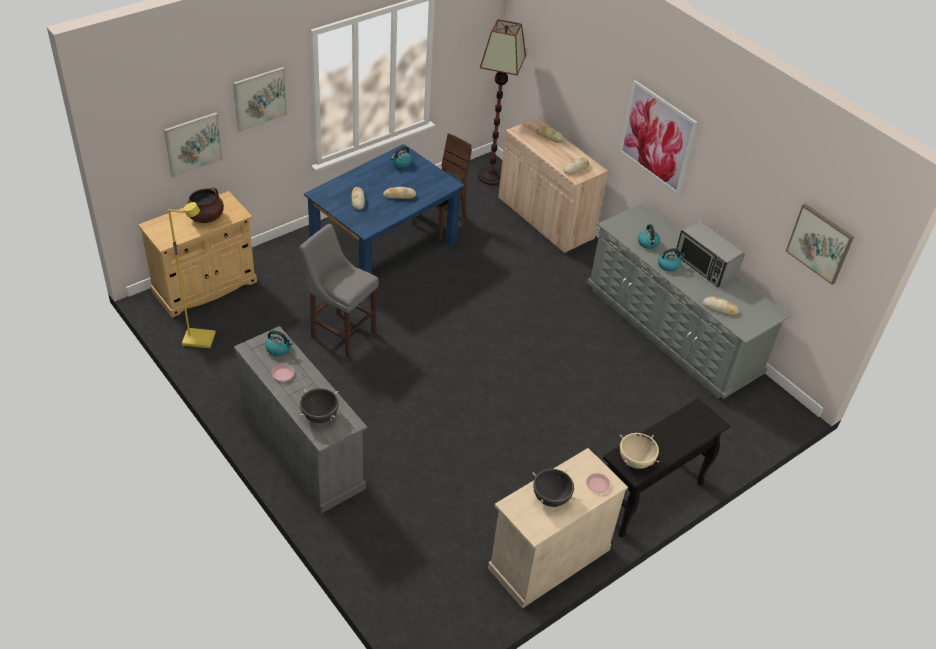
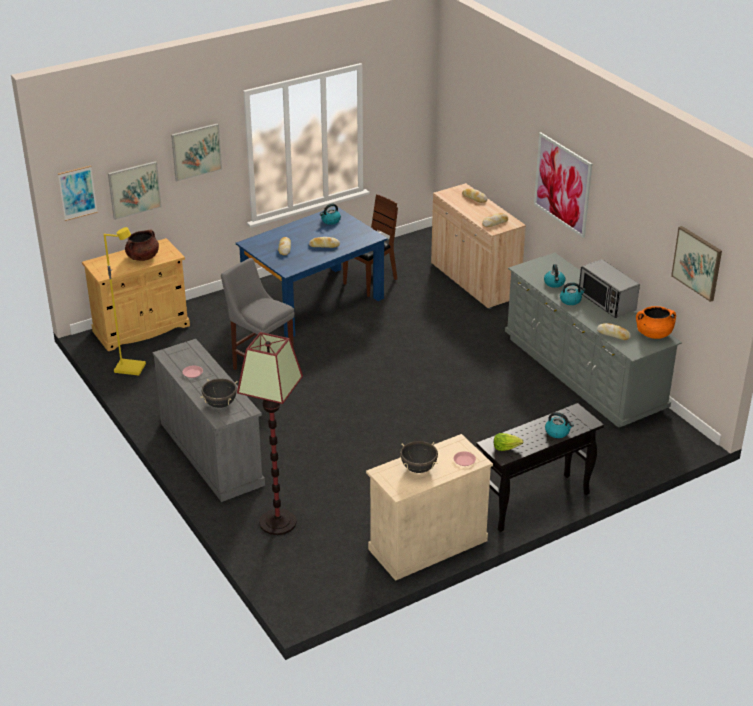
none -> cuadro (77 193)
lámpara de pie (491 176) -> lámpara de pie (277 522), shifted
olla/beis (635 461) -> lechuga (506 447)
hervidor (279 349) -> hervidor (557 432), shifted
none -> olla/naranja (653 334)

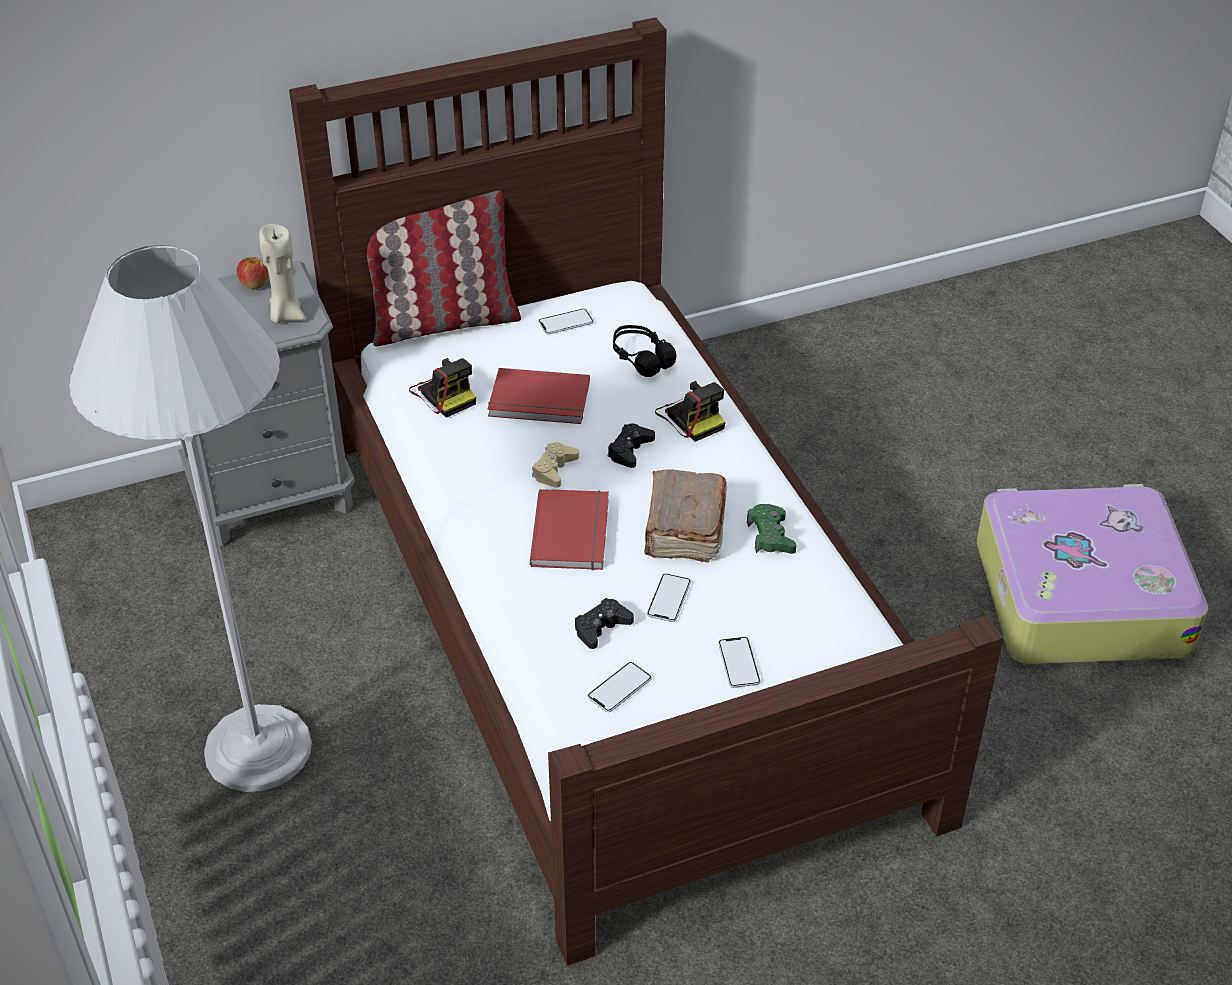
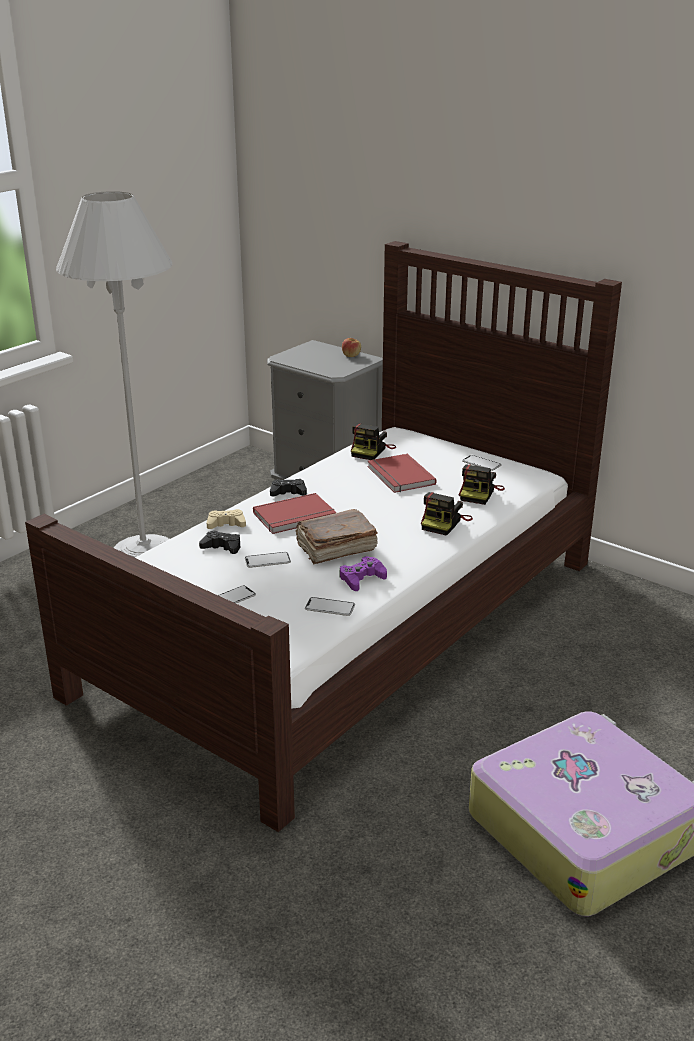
mando de consola/beis (554 469) -> mando de consola/beis (226 524), shifted
mando de consola/negro (630 450) -> mando de consola/negro (288 492), shifted
móvil (619 688) -> móvil (330 607), shifted
mando de consola/verde (770 536) -> mando de consola/morado (362 579)
auriculares/negro (641 359) -> cámara (479 493)
vela/beis (285 315) -> none
cojín (443 322) -> none

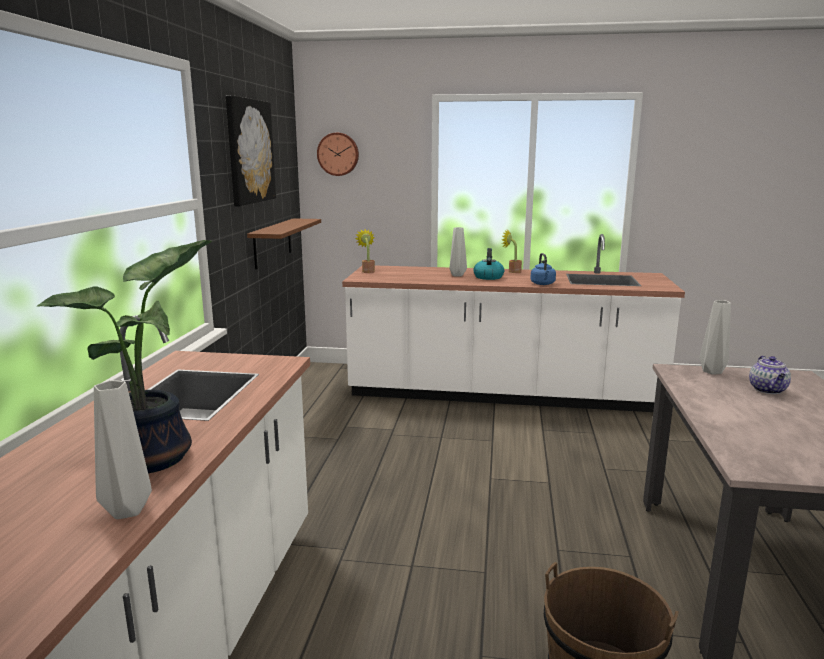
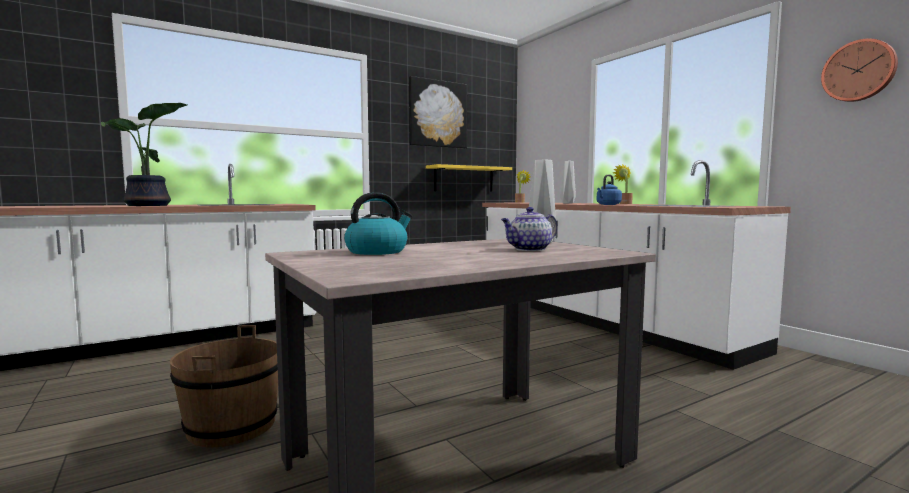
hervidor (488 277) -> hervidor (377 251), shifted
estante/marrón (272 242) -> estante/amarillo (464 179)
reloj de pared (338 154) -> reloj de pared (859 71), shifted
florero/gris (126 510) -> none

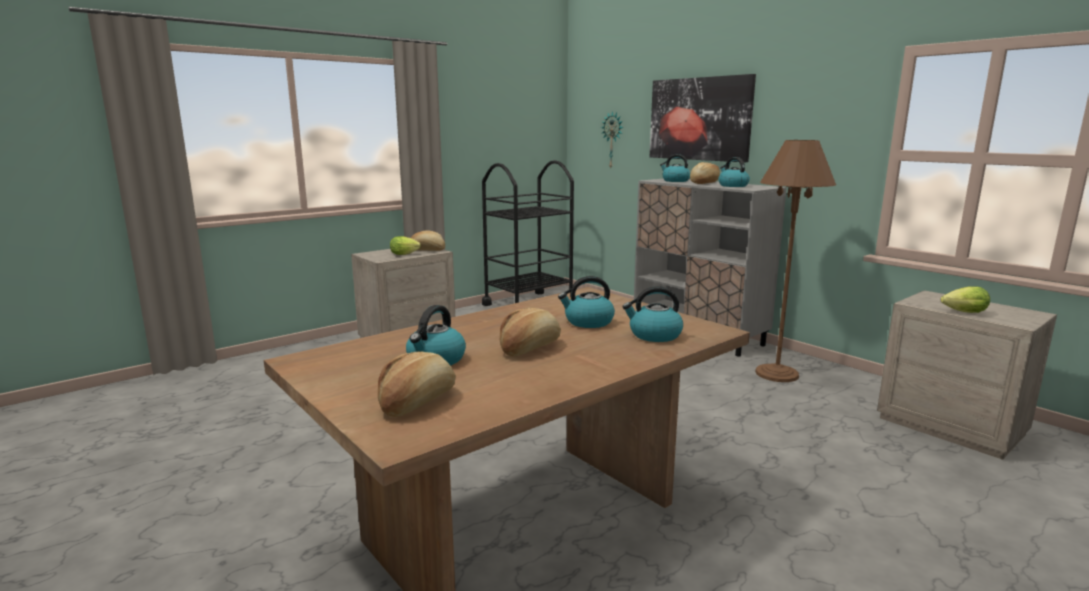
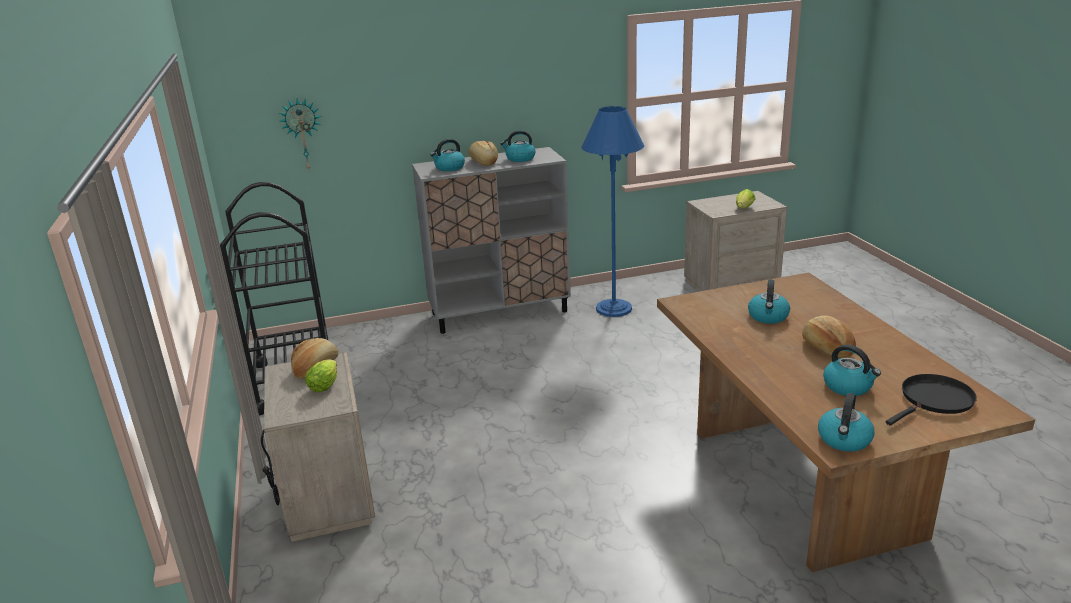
lámpara de pie/marrón (777 374) -> lámpara de pie/azul (614 308)
hervidor (654 335) -> hervidor (844 440), shifted
pan (417 402) -> sartén/negro (934 400)
cuadro (699 119) -> none

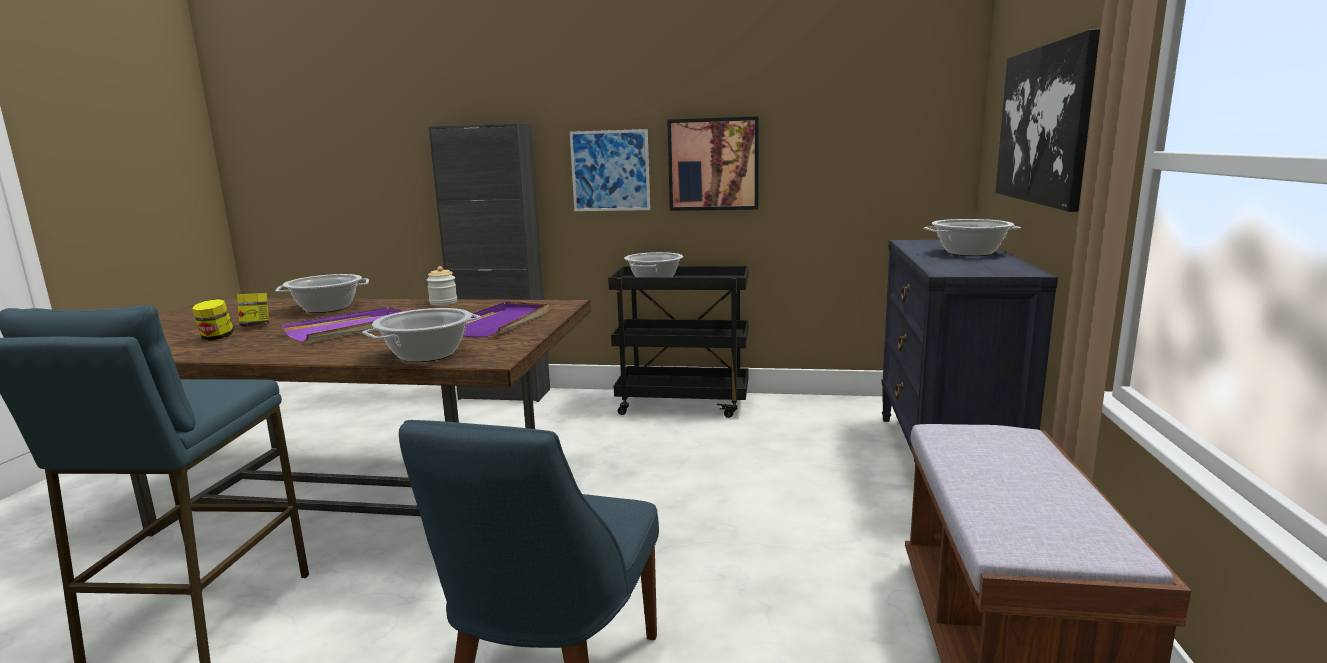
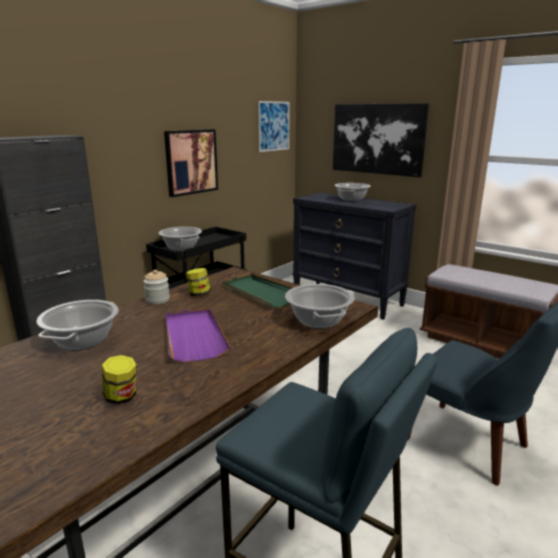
tarro (256 326) -> tarro (199 294), shifted
bandeja/morado (501 323) -> bandeja/verde (260 293)
cuadro (610 171) -> cuadro (274 126), shifted

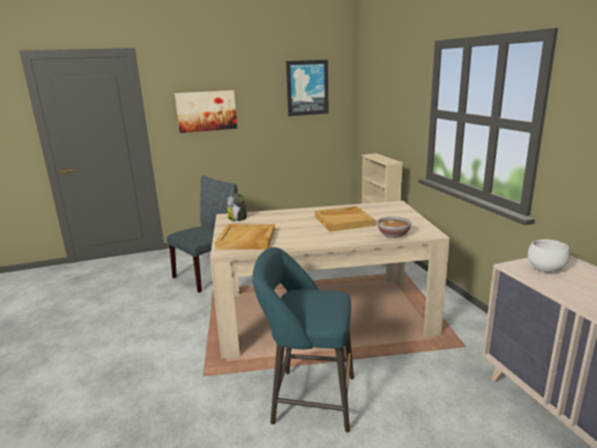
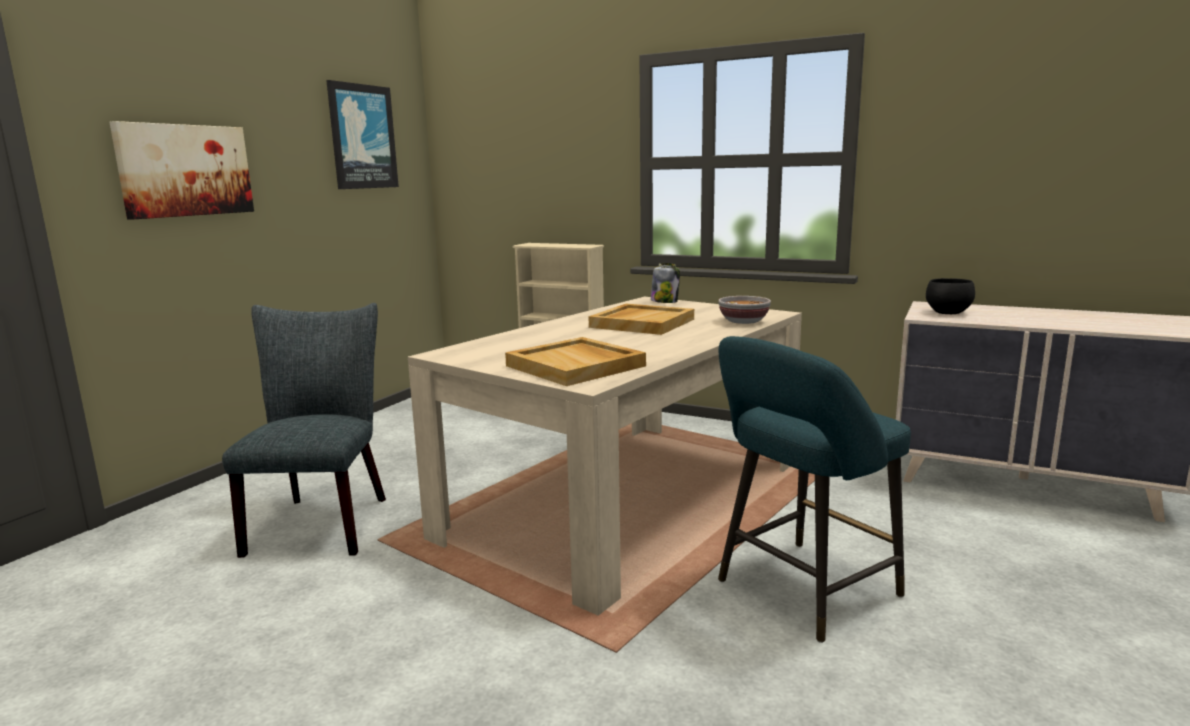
tarro (238 218) -> tarro (664 301), shifted
cuenco/blanco (544 269) -> cuenco/negro (946 313)

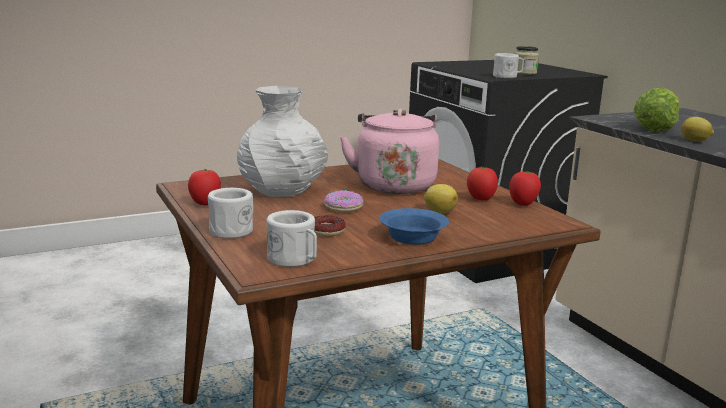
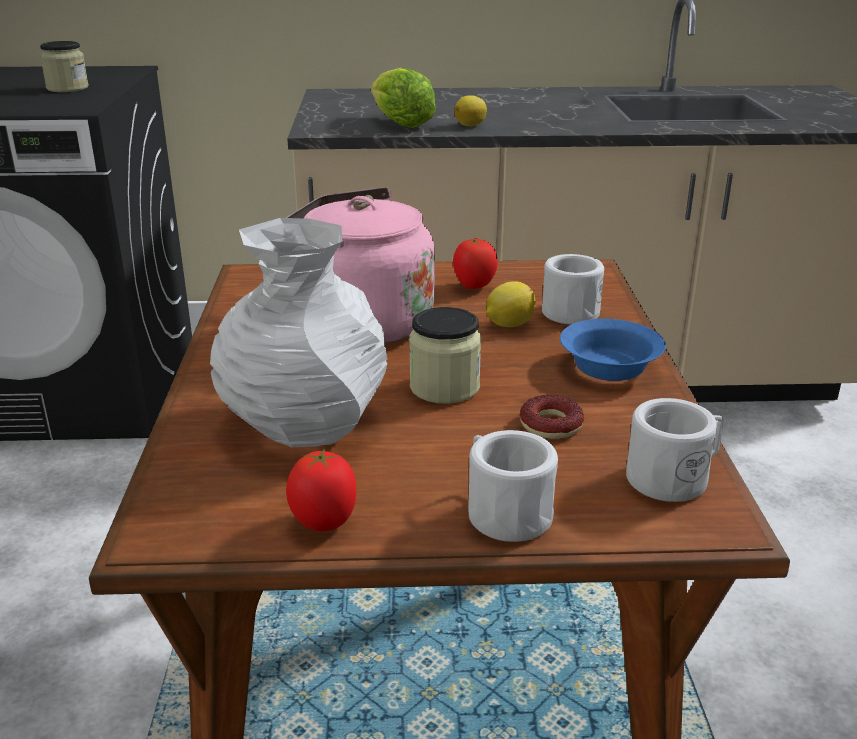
rosquilla (344 207) -> tarro (444 387)
taza grande/blanco (507 76) -> taza grande/blanco (571 310), shifted
tomate (523 204) -> none

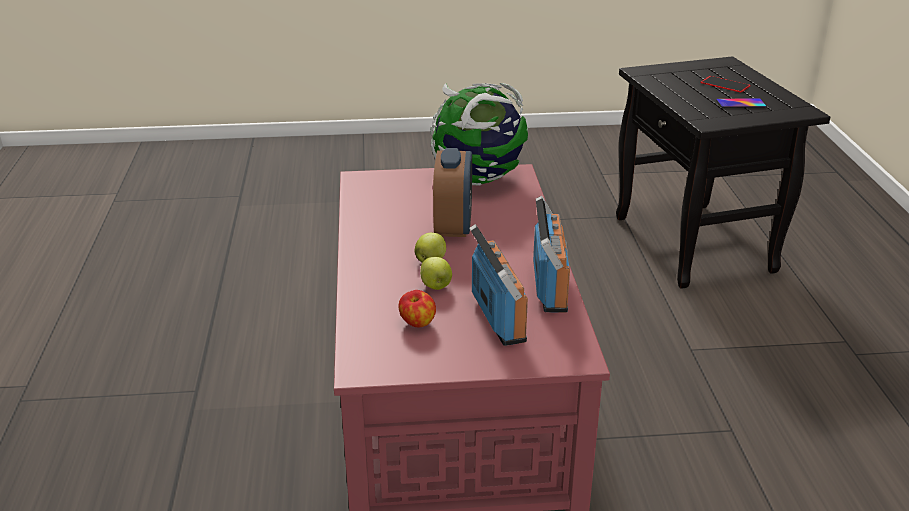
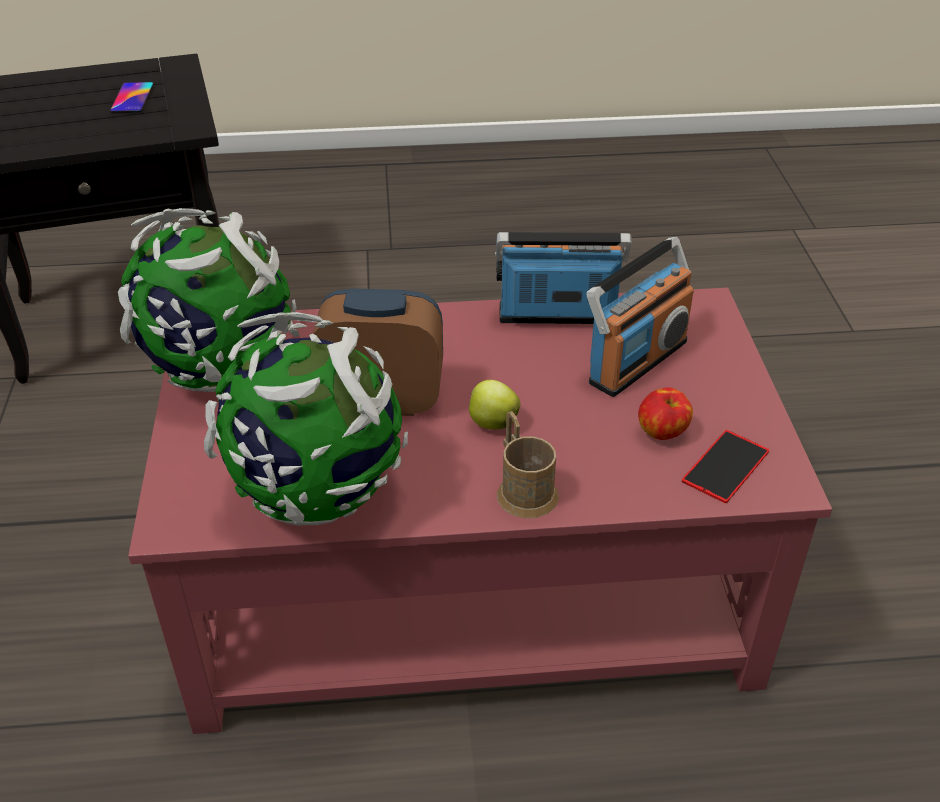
none -> globo terráqueo (315 494)
none -> taza grande/marrón (523 489)
radio (498 318) -> radio (636 361), 150 degrees clockwise
móvil (725 84) -> móvil (726 466), shifted
manzana (436 286) -> none

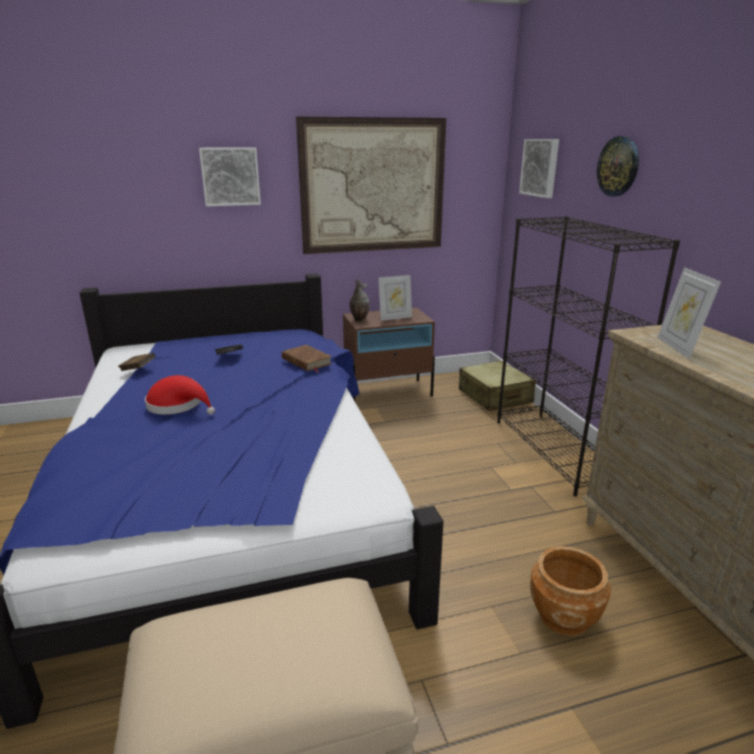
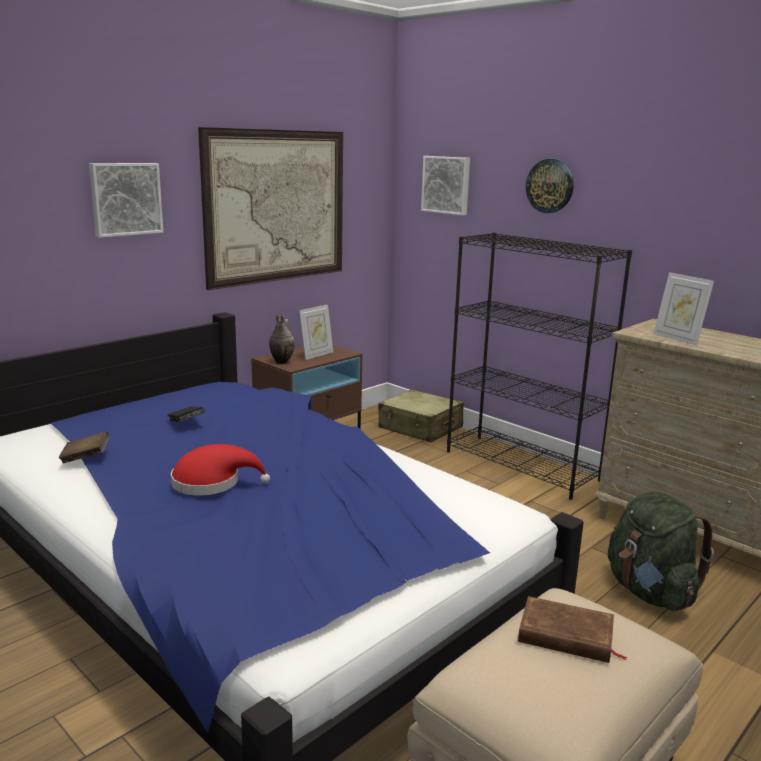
libro/marrón (306 361) -> libro/marrón (566 636), shifted
maceta/marrón (564 616) -> mochila/verde (650 592)

